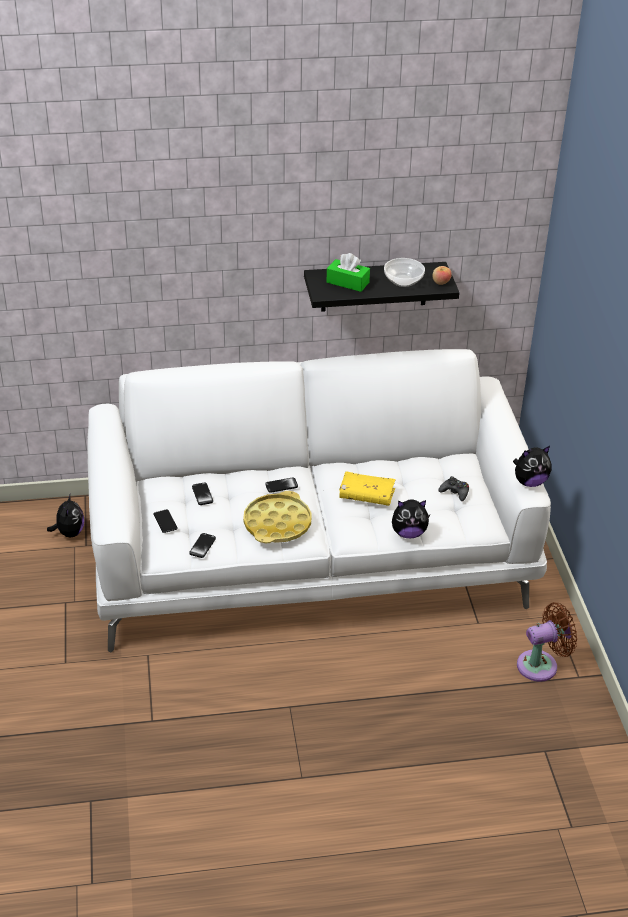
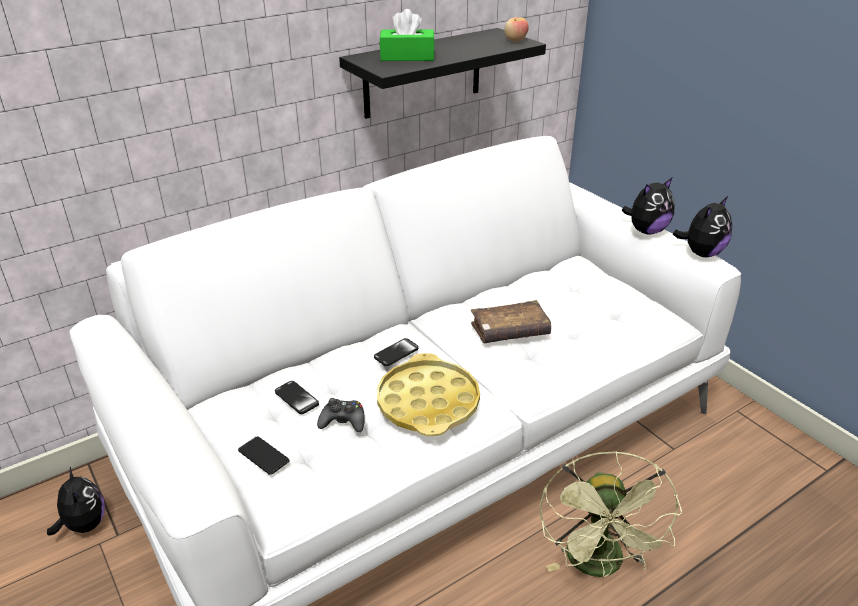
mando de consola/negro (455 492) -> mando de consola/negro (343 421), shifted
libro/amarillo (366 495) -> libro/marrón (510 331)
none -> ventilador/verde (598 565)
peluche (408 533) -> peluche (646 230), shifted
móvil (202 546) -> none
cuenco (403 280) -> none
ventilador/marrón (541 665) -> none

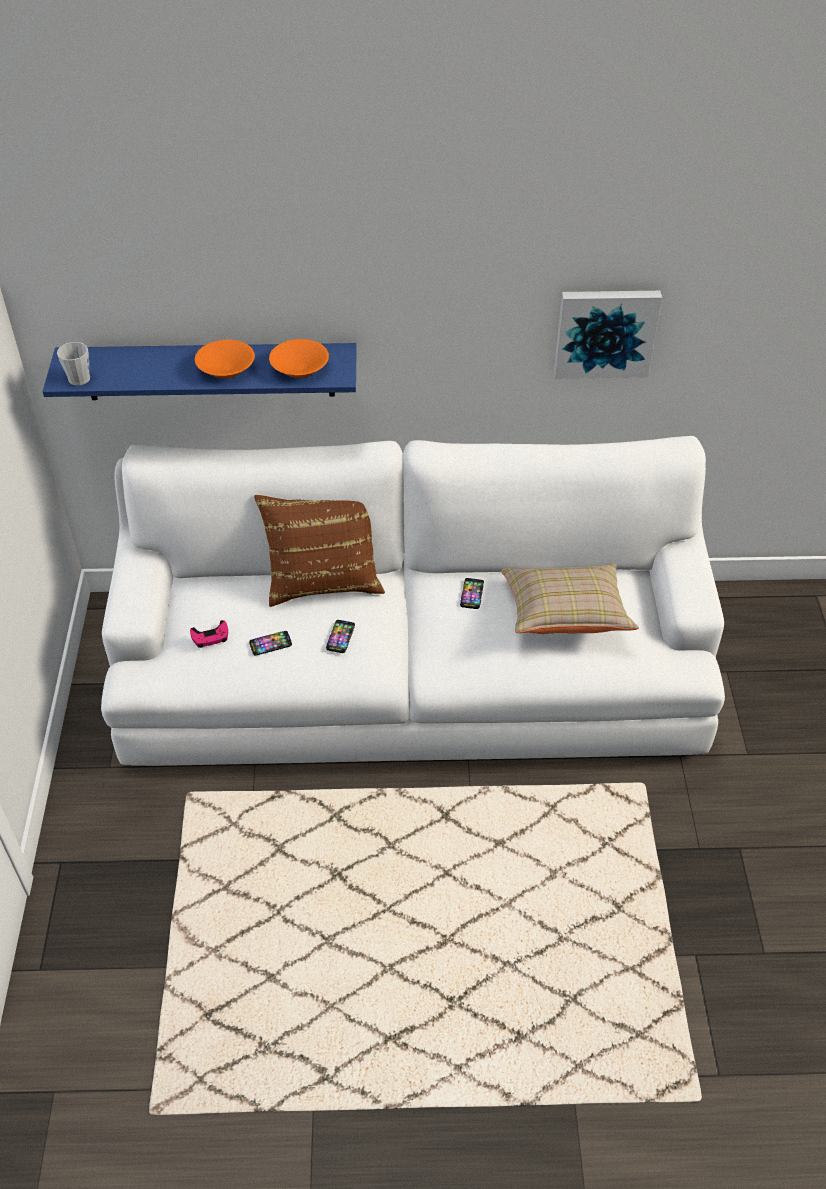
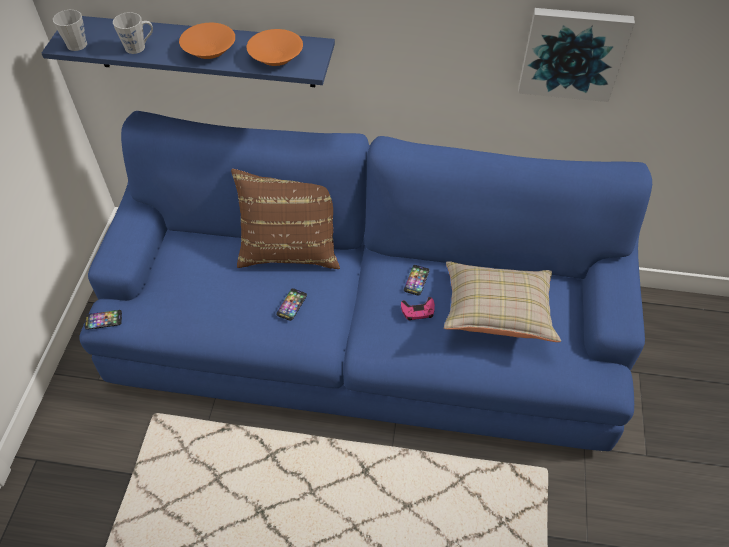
sofá/blanco (413 675) -> sofá/azul (364 335)
móvil (270 644) -> móvil (103 320), shifted
none -> taza grande/gris (139 47)
mando de consola/rosa (210 637) -> mando de consola/rosa (418 311), shifted

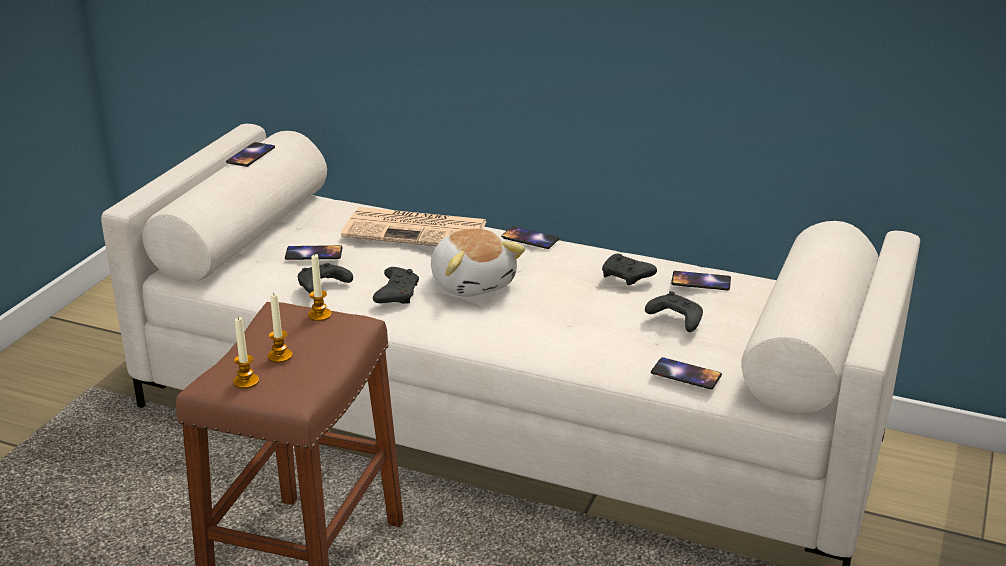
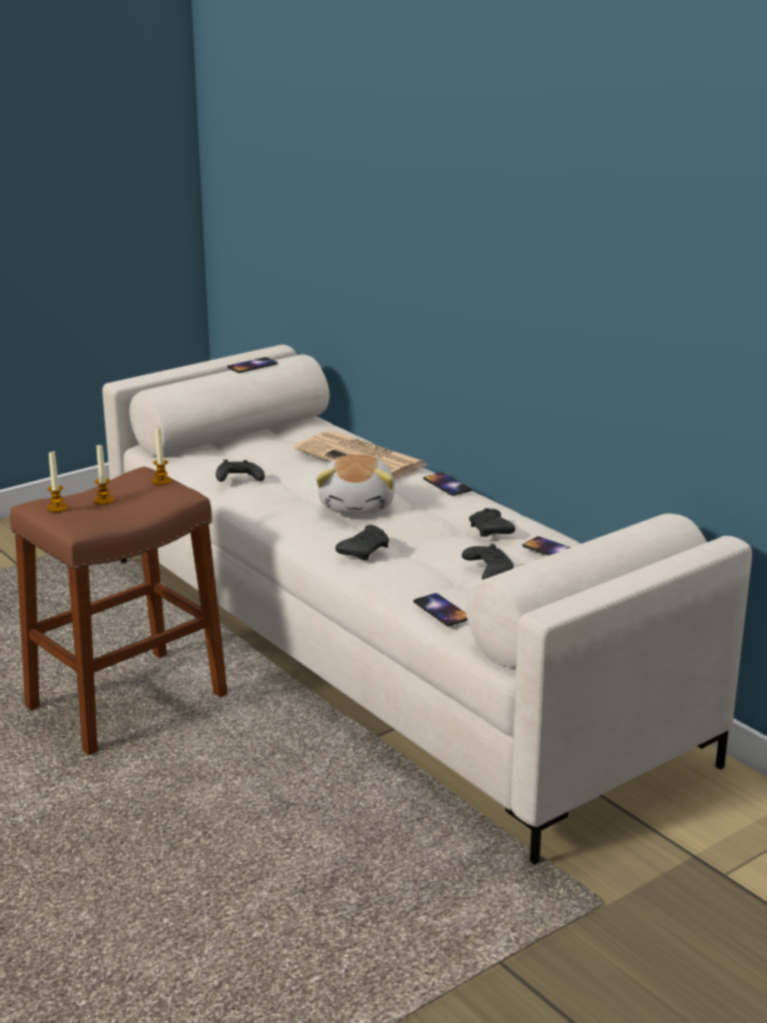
mando de consola/negro (397 294) -> mando de consola/negro (365 551), shifted
móvil (313 253) -> none

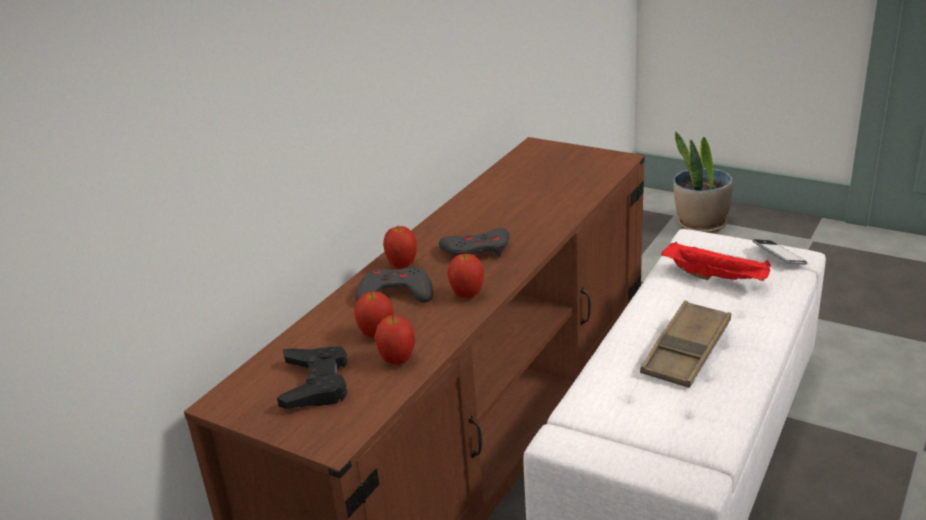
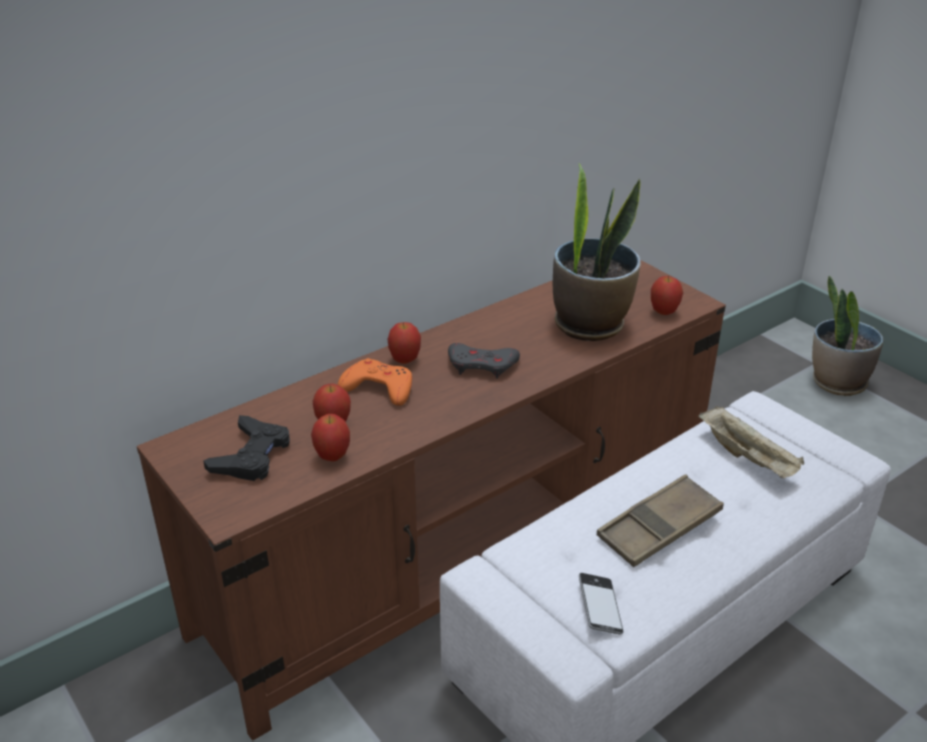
mando de consola/gris (395 293) -> mando de consola/naranja (378 388)
none -> planta en maceta (590 324)
móvil (779 256) -> móvil (599 608), shifted
manzana (467 295) -> manzana (664 312), shifted
bandeja/rojo (716 278) -> bandeja/beis (748 458)

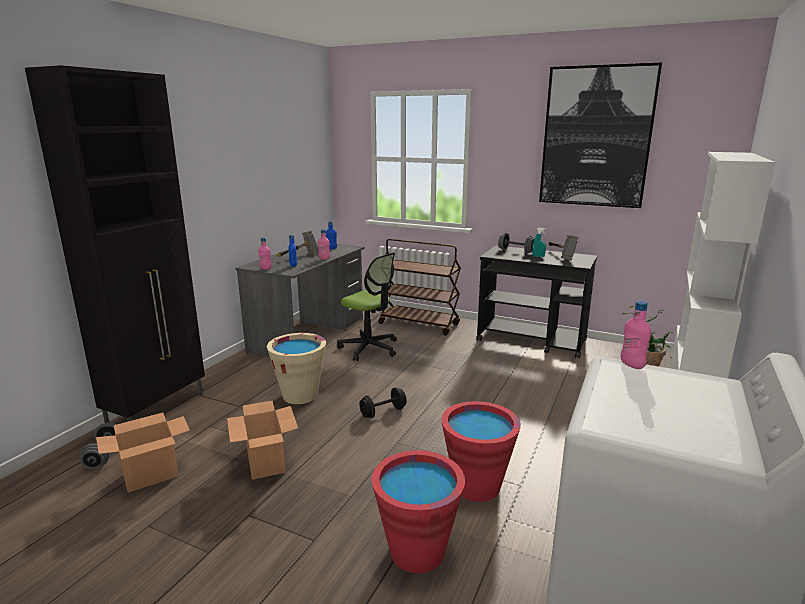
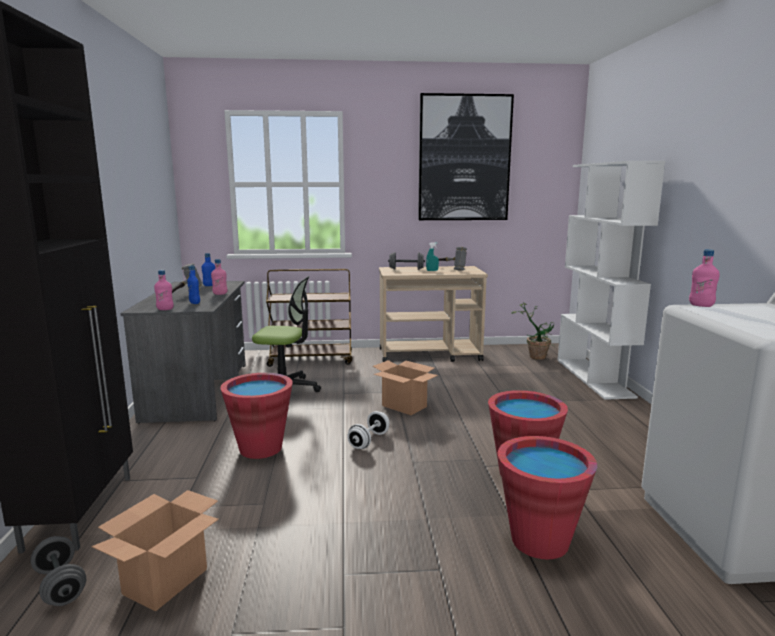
cubo/beis (300 395) -> cubo/rojo (260 448)
mancuerna/negro (383 412) -> mancuerna/blanco (369 441)
caja de cartón (266 463) -> caja de cartón (405 406), shifted
carrito/negro (532 340) -> carrito/beis (430 354)

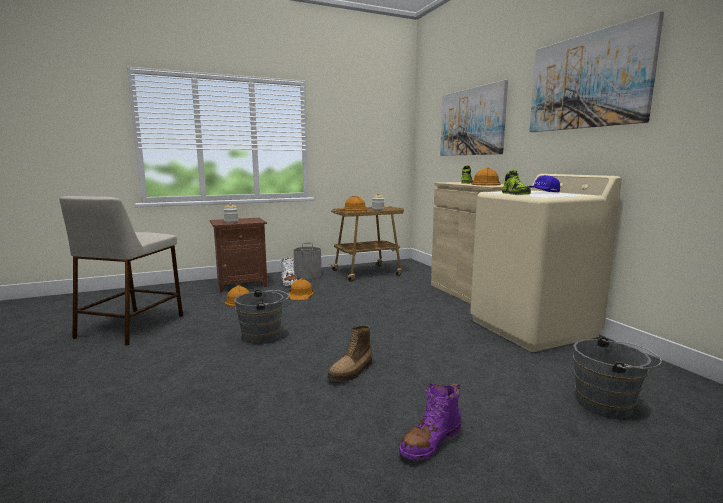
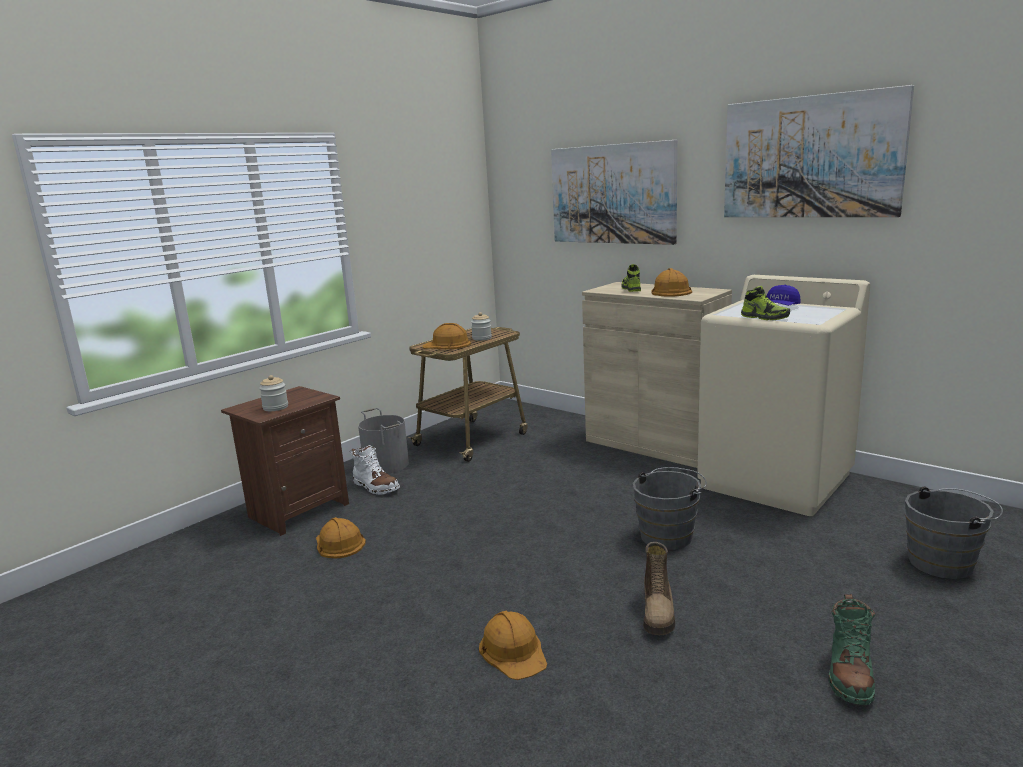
casco/naranja (301 294) -> casco/naranja (513 651), shifted
cubo/gris (264 336) -> cubo/gris (669 535), shifted
bota/morado (430 441) -> bota/verde (849 674)
taburete/beis (132 325) -> none

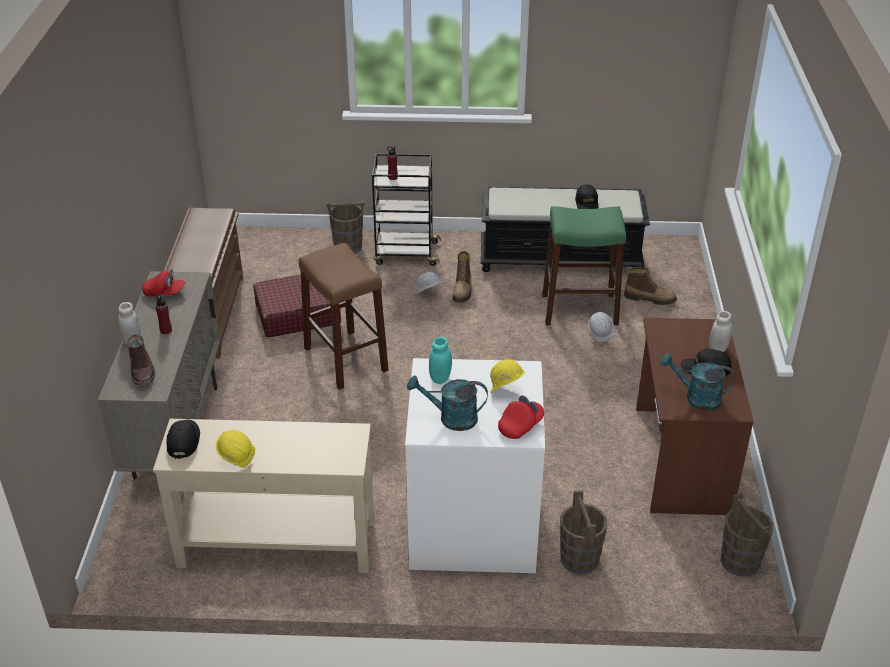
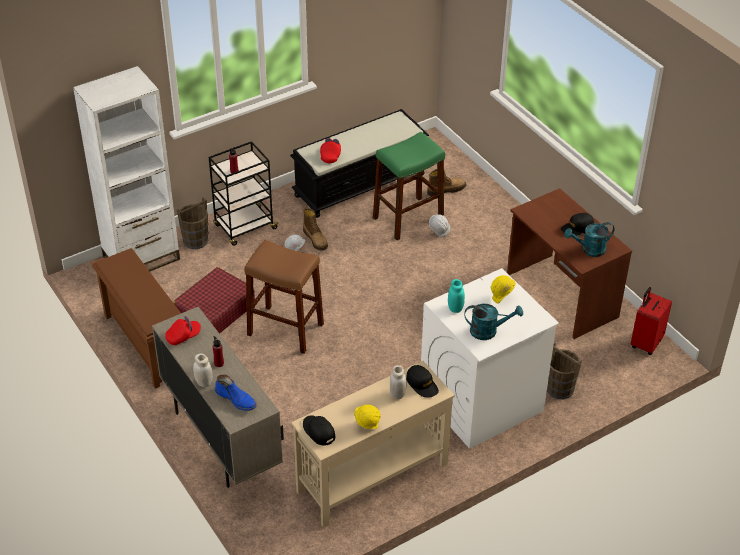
none -> estantería/blanco (141 258)
bota/marrón (142 370) -> bota/azul (236 399)
gorra/rojo (520 426) -> gorra/rojo (331 155), shifted
tarro/blanco (718 349) -> tarro/blanco (397 394), shifted
gorra/negro (587 203) -> gorra/negro (422 384), shifted
regadera/turquesa (451 418) -> regadera/turquesa (488 331), 150 degrees counterclockwise
cubo/marrón (740 560) -> maleta/rojo (645 343)

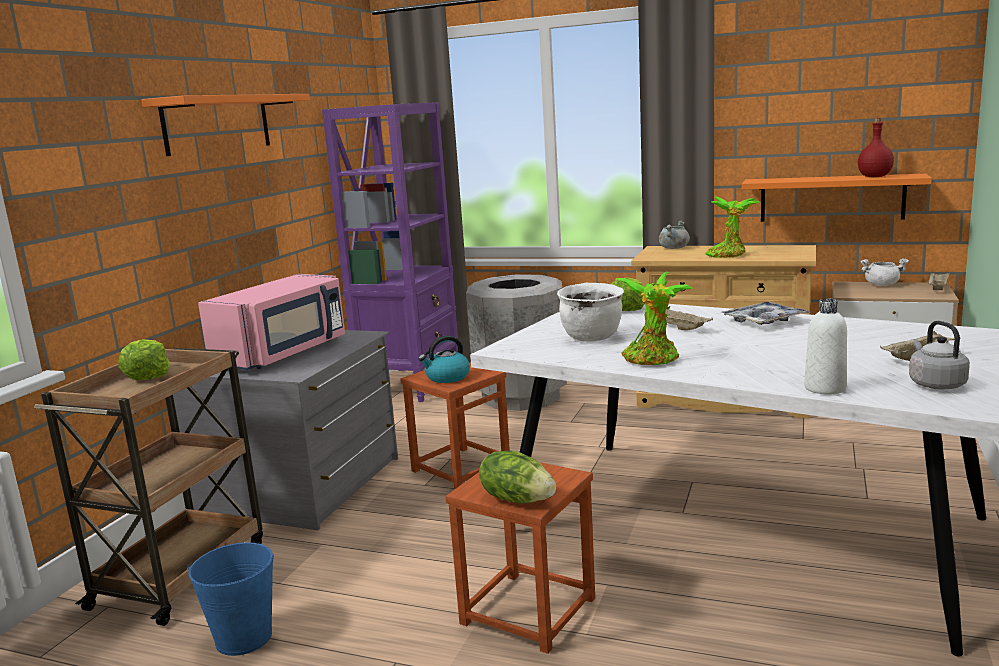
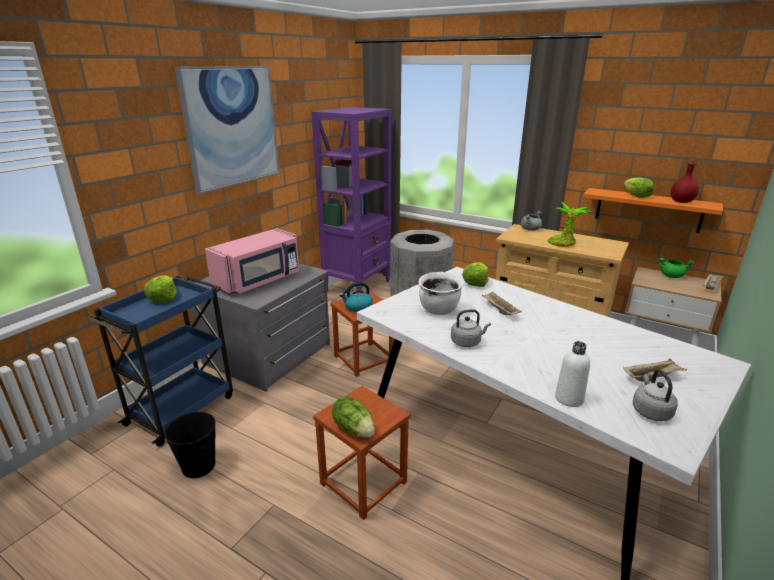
carrito/marrón (182 573) -> carrito/azul (182 409)
cubo/azul (243 637) -> cubo/negro (198 465)
estante/naranja (217 124) -> cuadro (232 127)
planta en maceta (653 360) -> hervidor/gris (467 342)
none -> lechuga (636 196)
olla/blanco (882 285) -> olla/verde (671 276)
bandeja (764 321) -> none

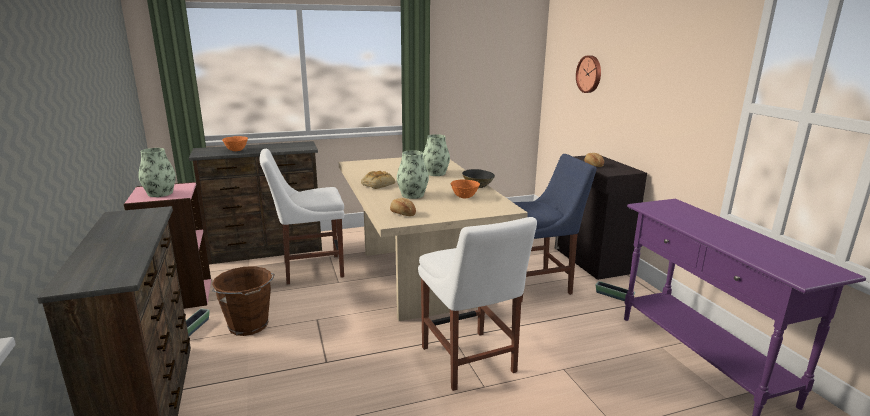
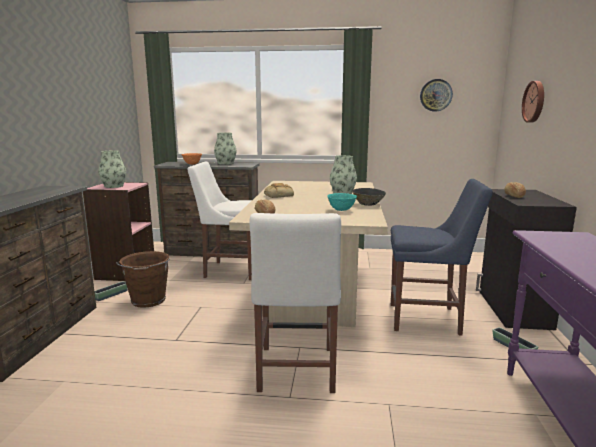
florero (412 195) -> florero (225 163), shifted
cuenco/naranja (464 197) -> cuenco/turquesa (341 210)
none -> reloj de pared (436 95)

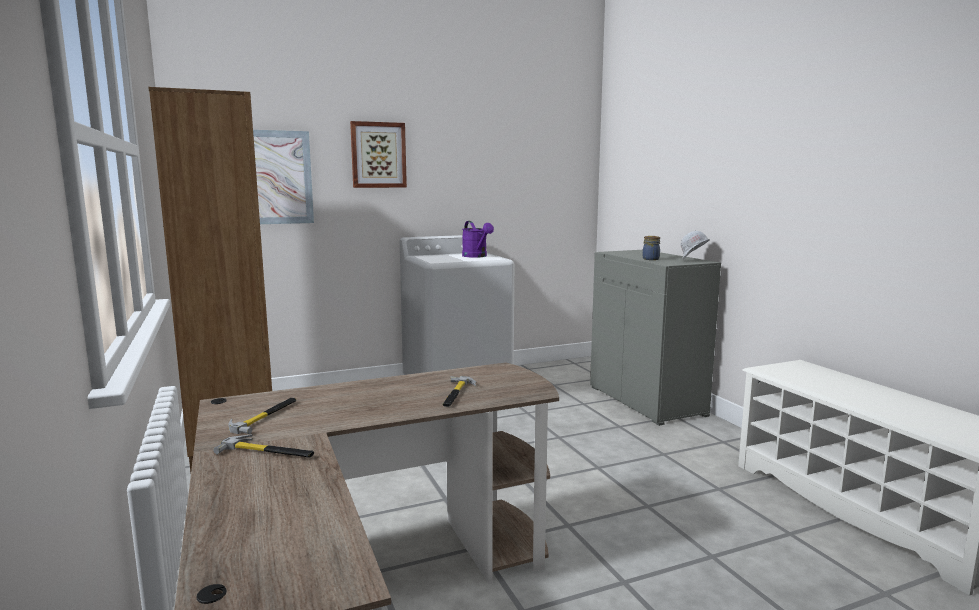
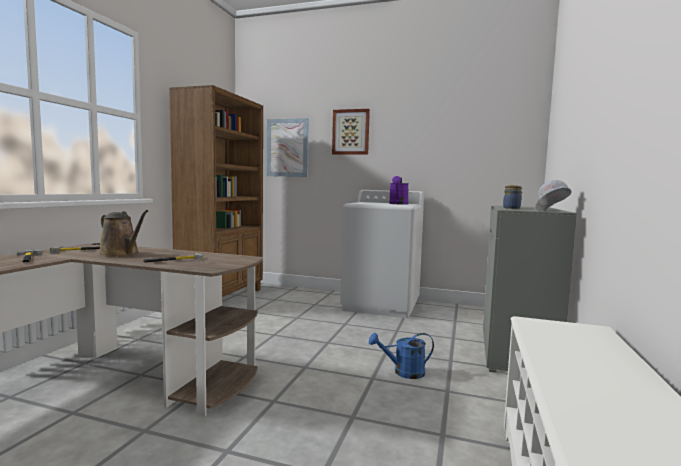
none -> regadera/marrón (121 254)
none -> regadera/azul (403 372)

